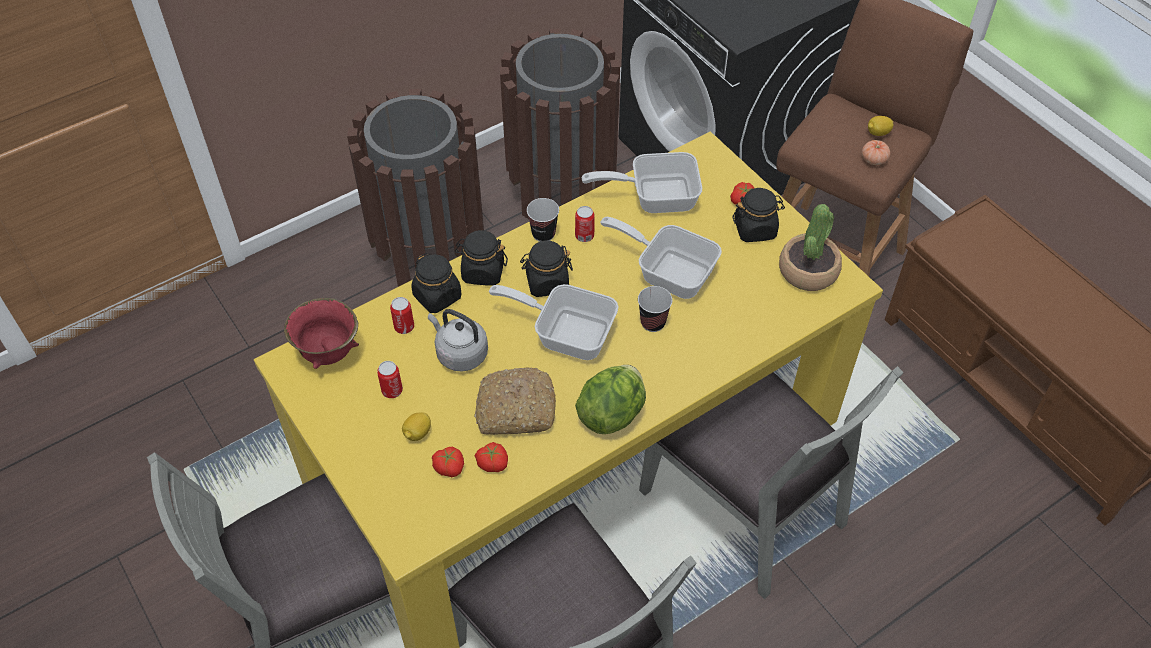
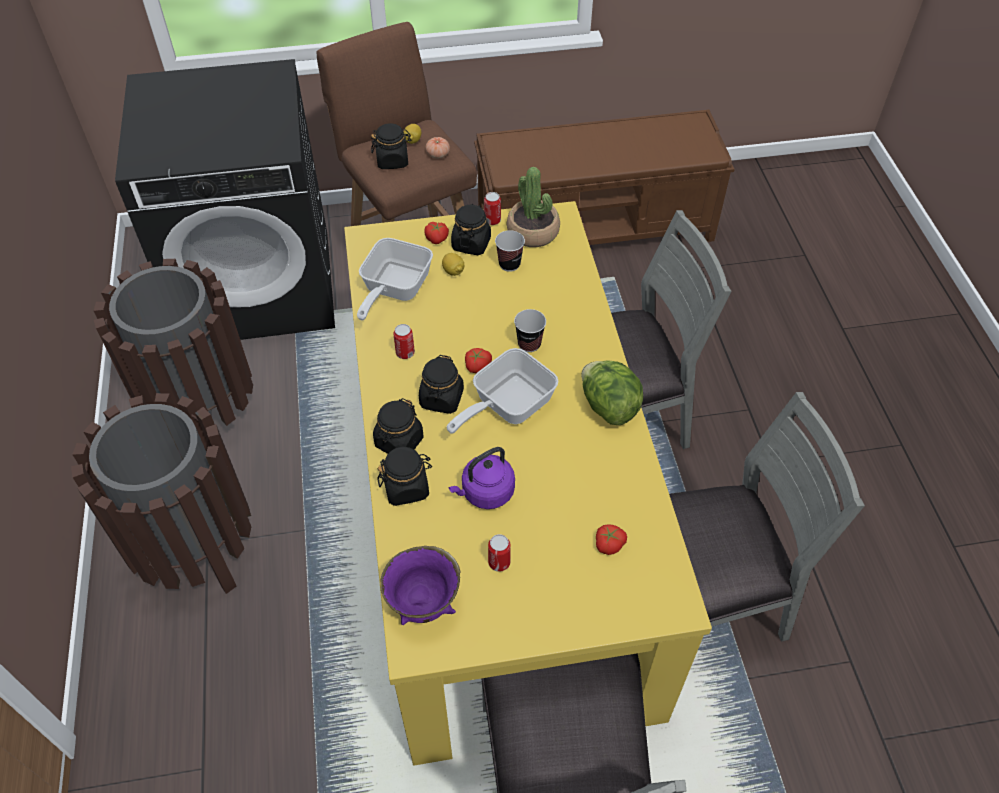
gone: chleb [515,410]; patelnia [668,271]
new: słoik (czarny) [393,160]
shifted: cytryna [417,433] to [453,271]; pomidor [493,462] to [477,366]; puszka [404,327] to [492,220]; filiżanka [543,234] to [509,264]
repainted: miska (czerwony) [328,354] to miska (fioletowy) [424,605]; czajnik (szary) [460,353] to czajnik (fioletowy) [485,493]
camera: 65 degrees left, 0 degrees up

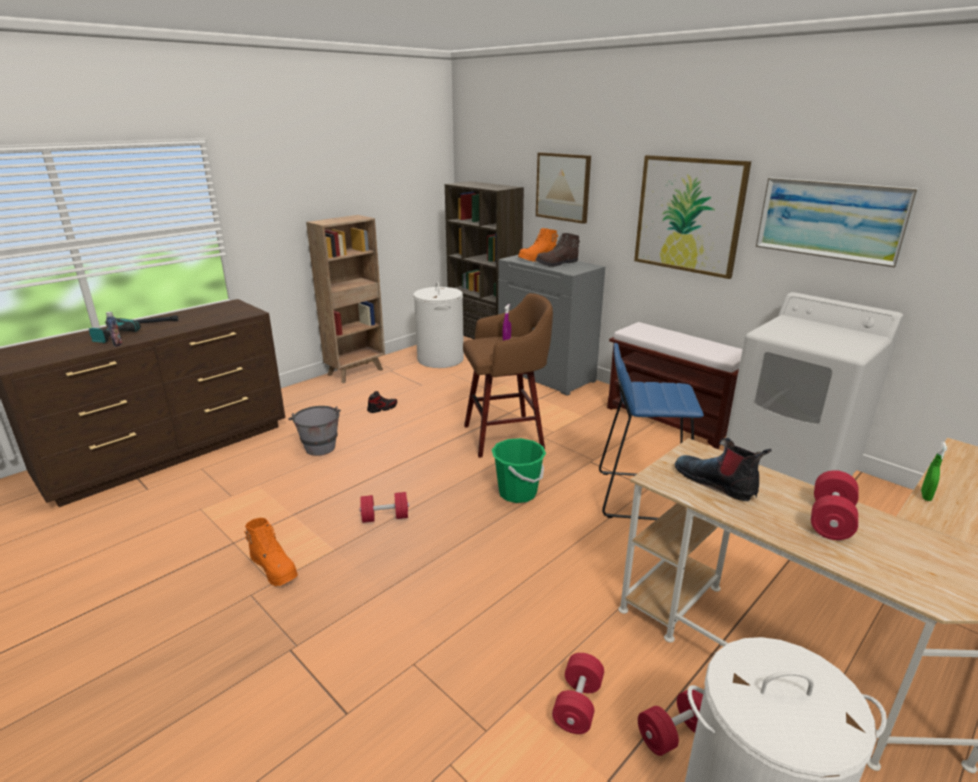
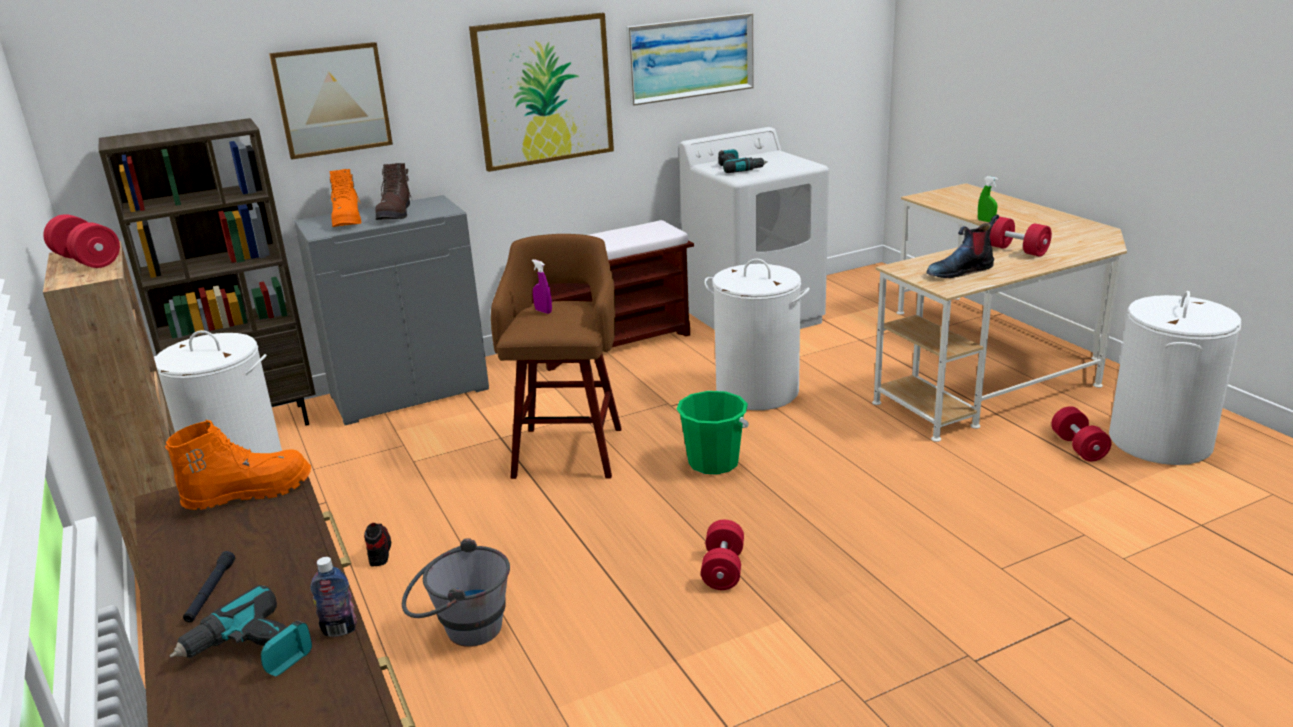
new: wiertarka [739,168]
shifted: hantel (czerwony) [577,705] to [87,260]; but z cholewką (pomarańczowy) [274,569] to [249,492]
swapped: stołek (niebieski) [641,496] to kosz na pranie (biały) [756,392]
camera: 70 degrees left, 0 degrees up

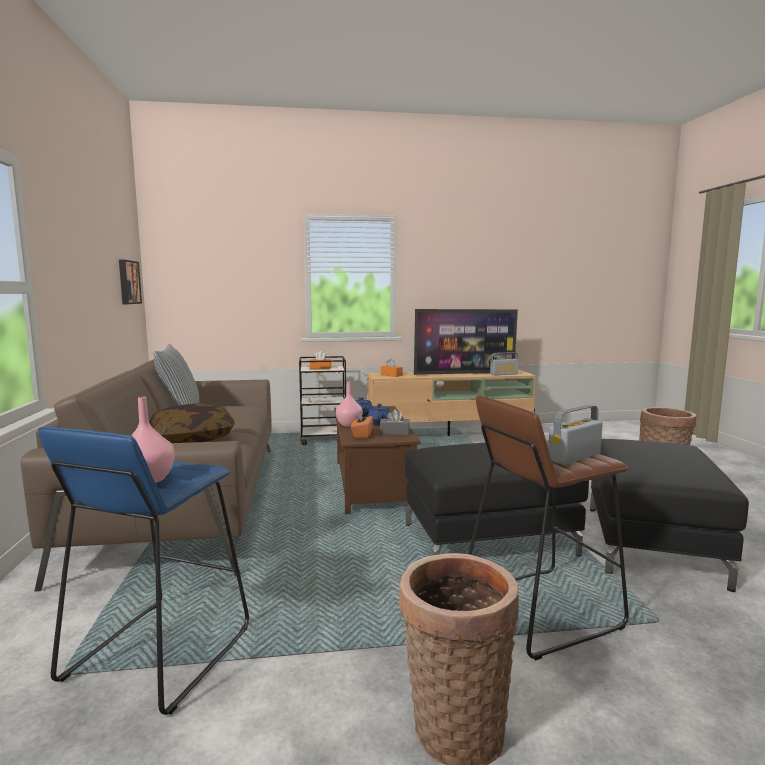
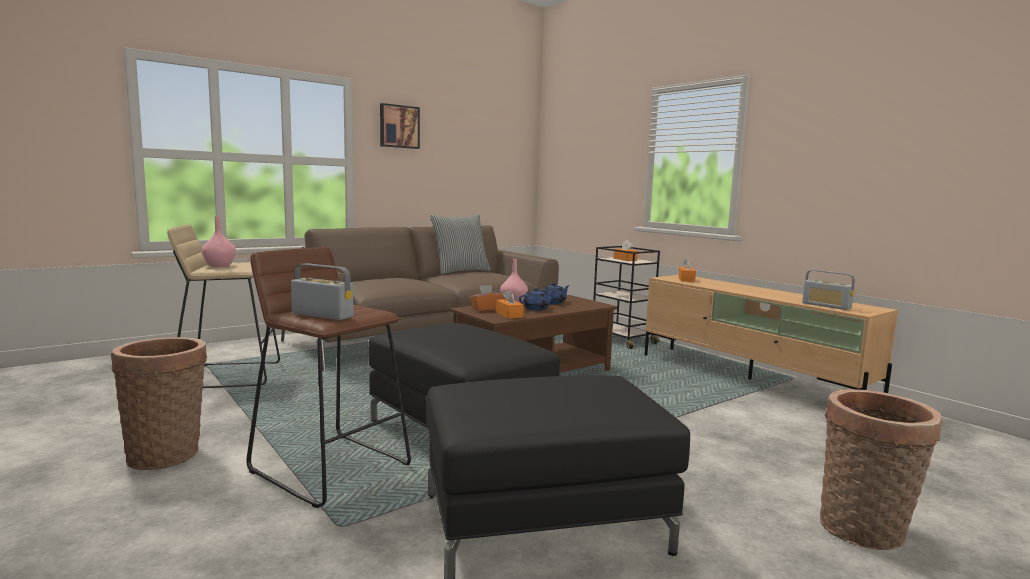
gone: poduszka [192,438]; telewizor [464,373]
shifted: obraz [128,282] to [399,126]
repainted: stołek (niebieski) [157,654] to stołek (beżowy) [228,375]; pudełko chusteczek (szary) [394,432] to pudełko chusteczek (pomarańczowy) [509,315]
camera: 60 degrees right, 0 degrees up

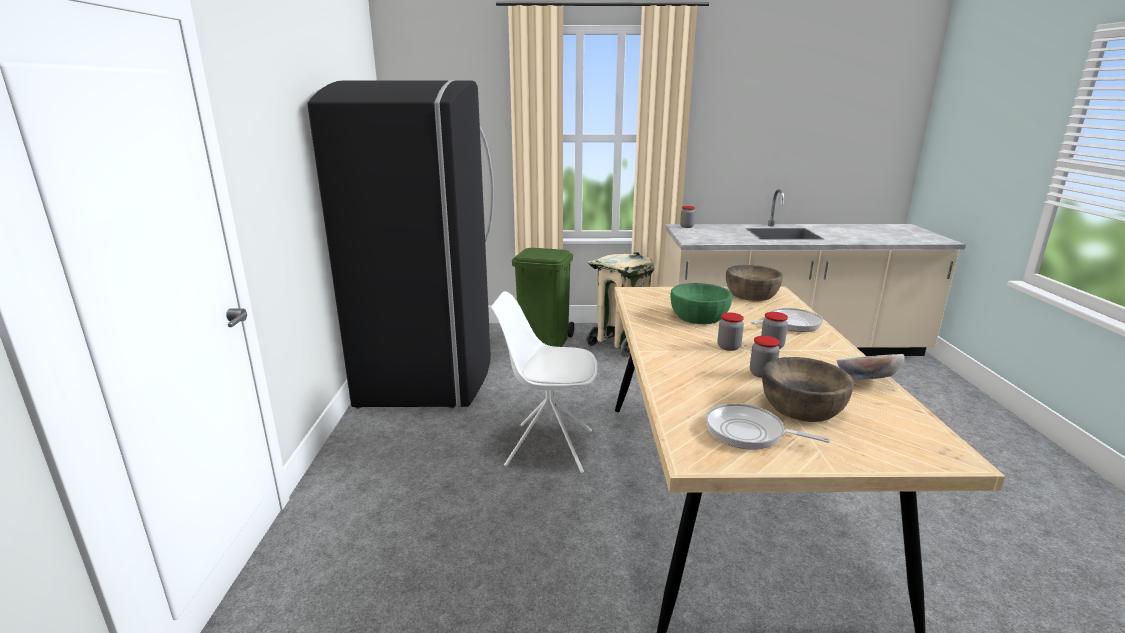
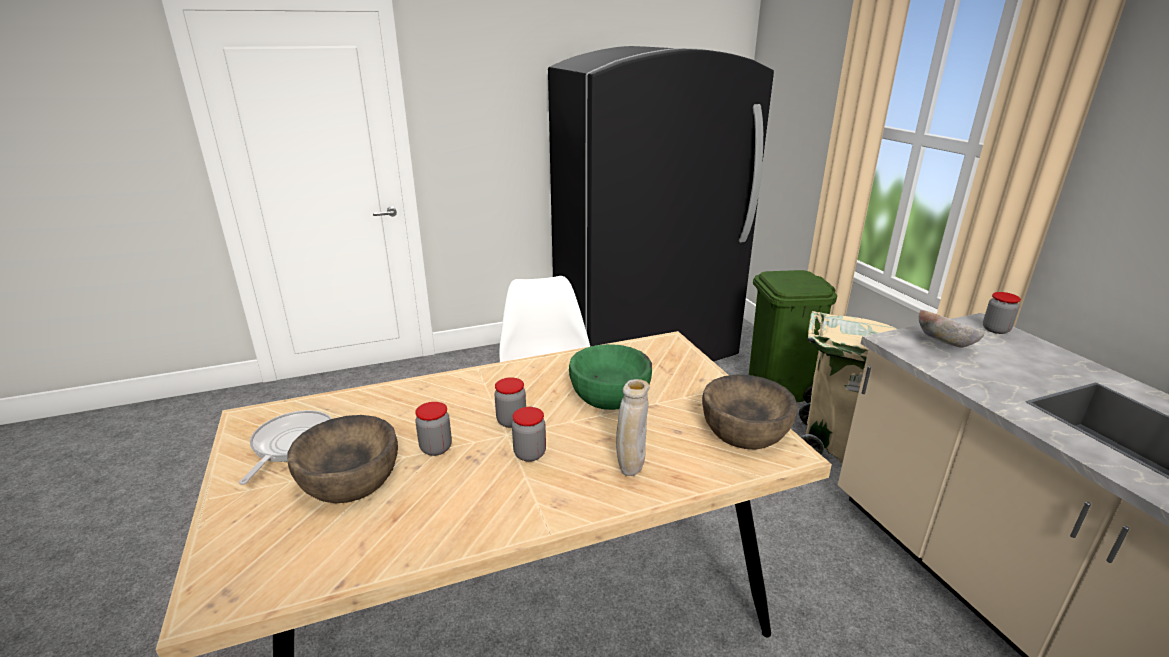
shifted: miska [865,380] to [943,344]
swapped: patelnia [791,324] to wazon (beżowy) [630,469]
camera: 70 degrees right, 5 degrees up

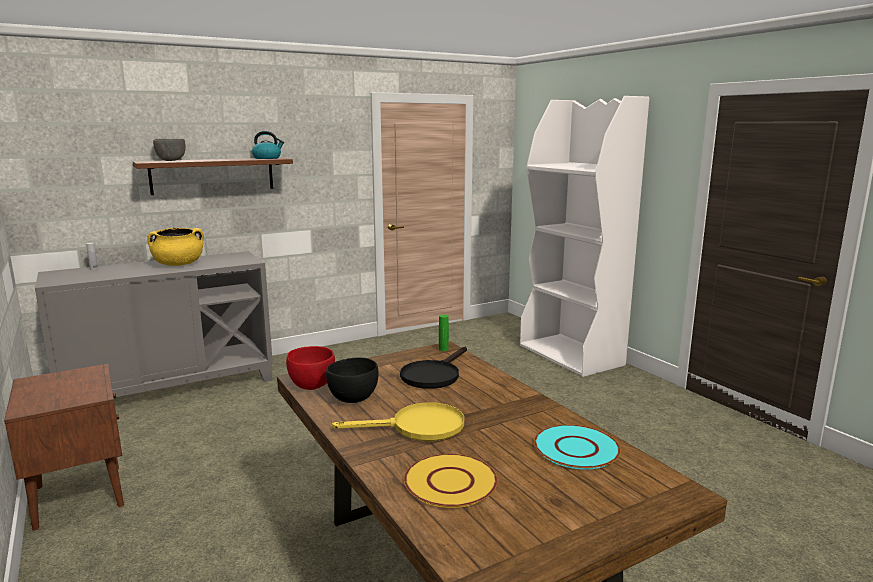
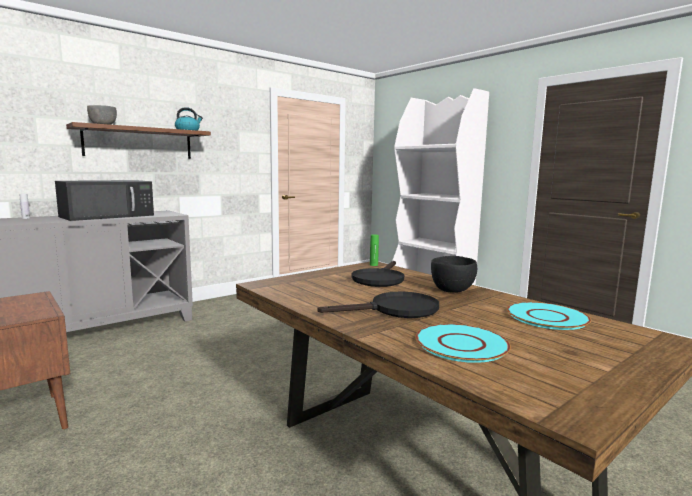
gone: miska (czerwony) [312,385]
shifted: miska (czarny) [354,399] to [452,290]
swapped: garnek (żółty) [178,264] to mikrofalówka (czarny) [109,216]
repainted: patelnia (żółty) [418,427] to patelnia (czarny) [395,310]; talerz (żółty) [450,482] to talerz (turkusowy) [460,344]
camera: 10 degrees left, 5 degrees down

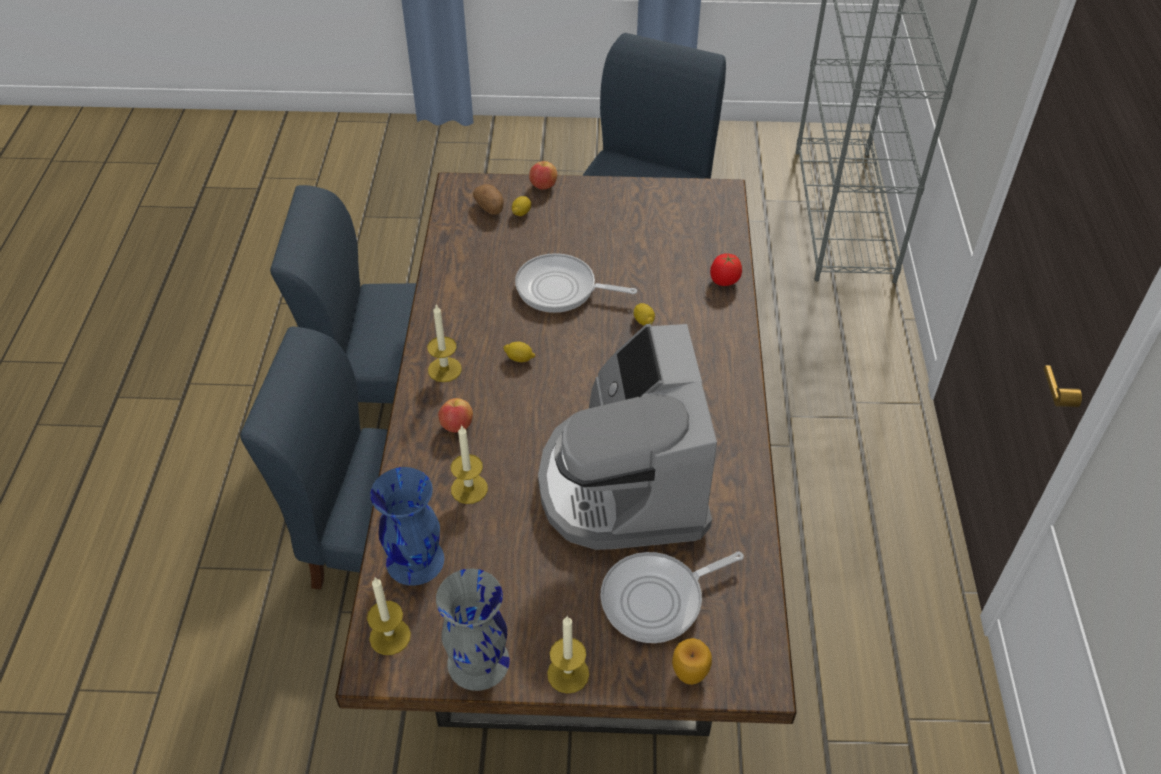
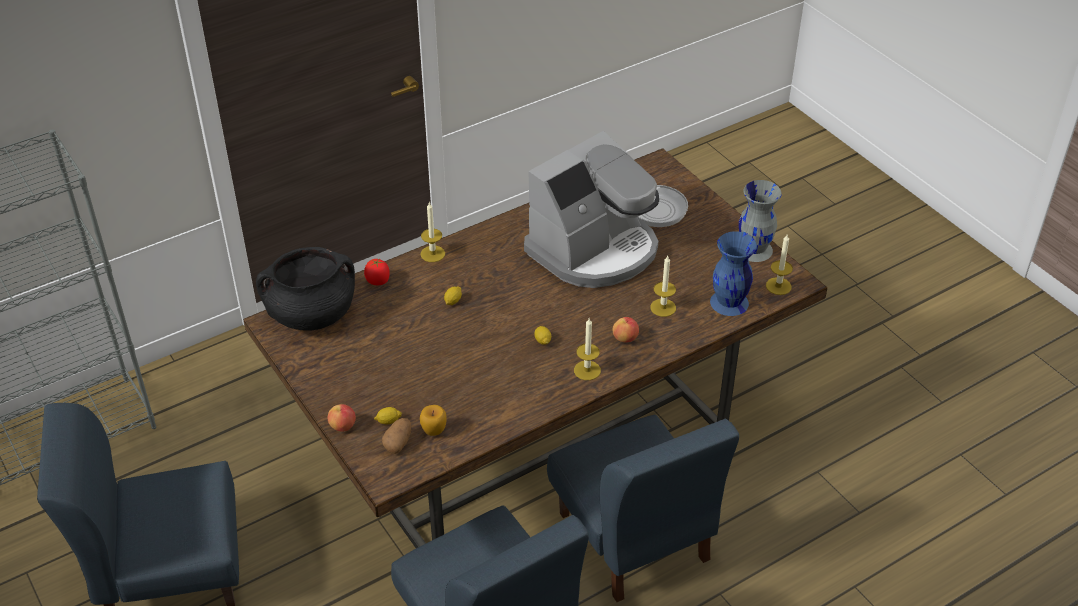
gone: patelnia [561,289]
new: garnek (czarny) [312,314]
shifted: jabłko [689,674] to [434,431]; świeca [568,674] to [432,254]
camera: 125 degrees left, 5 degrees down

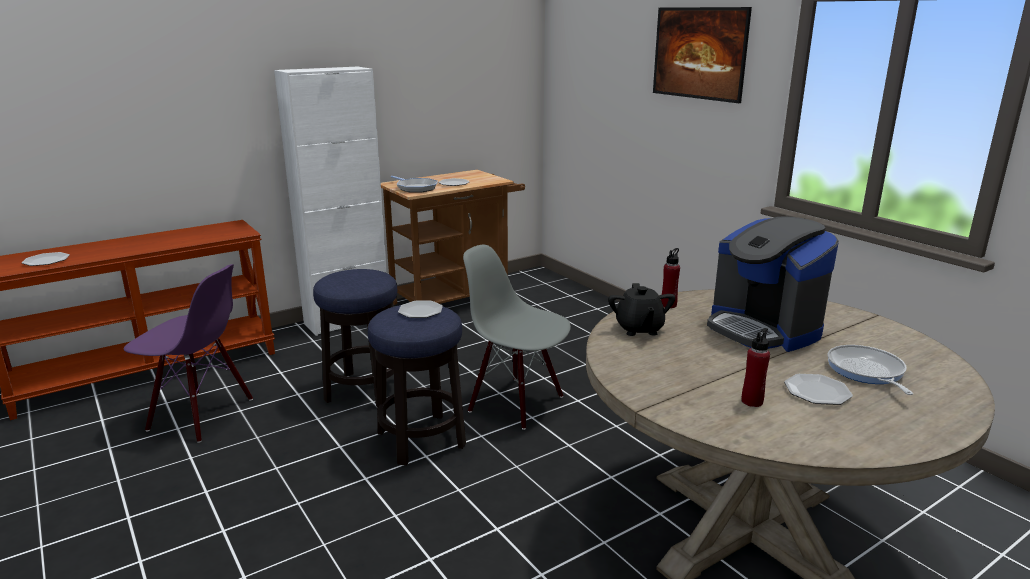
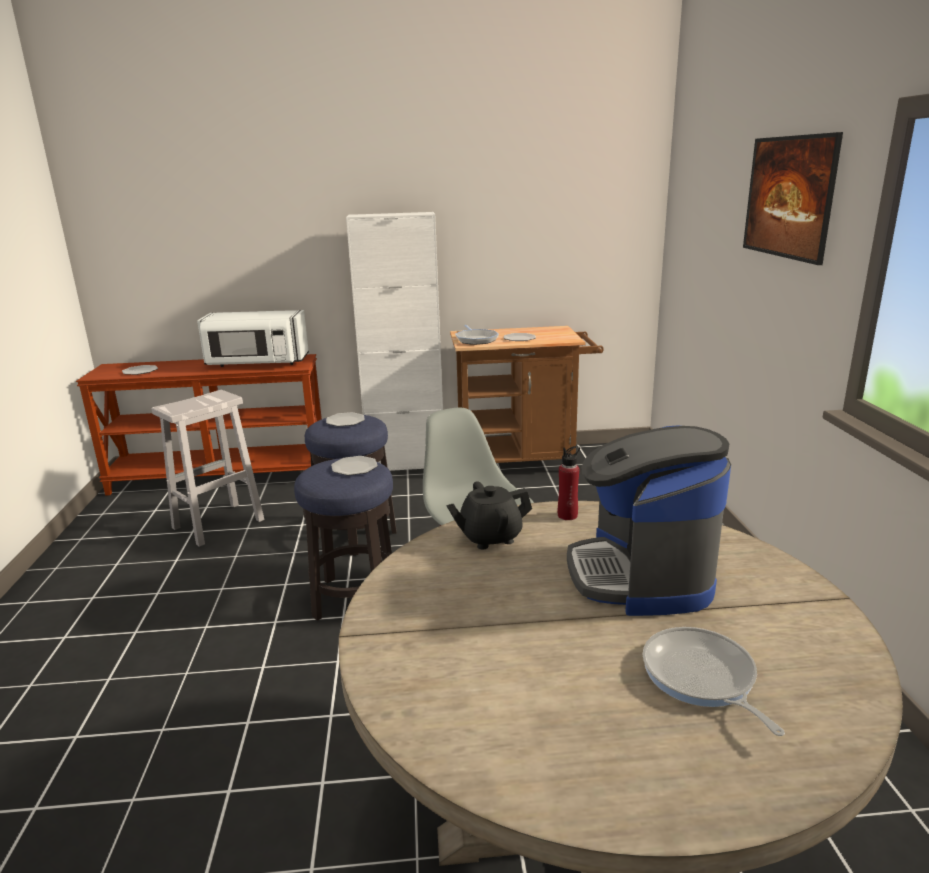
gone: butelka (czerwony) [752,401]
new: mikrofalówka (biały) [256,363]
shifted: talerz [818,391] to [345,421]
swapped: krzesło (fioletowy) [200,415] to stołek (biały) [217,524]
rotated: imbryk (czarny) [639,329] = [490,537] 45 degrees clockwise; patelnia [866,371] = [701,678] 45 degrees counterclockwise
camera: 30 degrees right, 0 degrees up

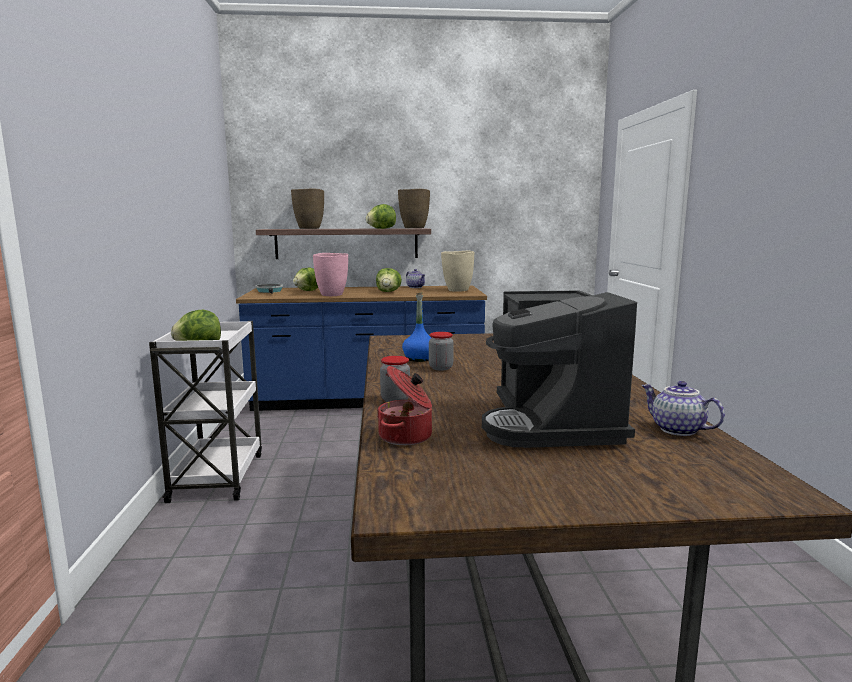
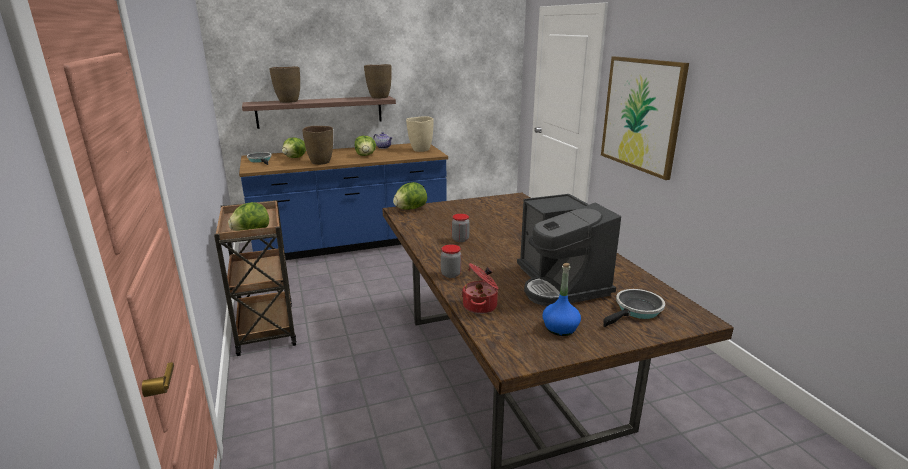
gone: imbryk [676,430]
new: obraz [641,114]; patelnia [636,311]
shifted: sałata [381,228] to [410,209]; butelka (niebieski) [419,358] to [560,328]
repainted: wózek (biały) [218,476] to wózek (brązowy) [266,327]; wazon (różowy) [332,295] to wazon (brązowy) [321,162]
camera: 15 degrees left, 10 degrees up

